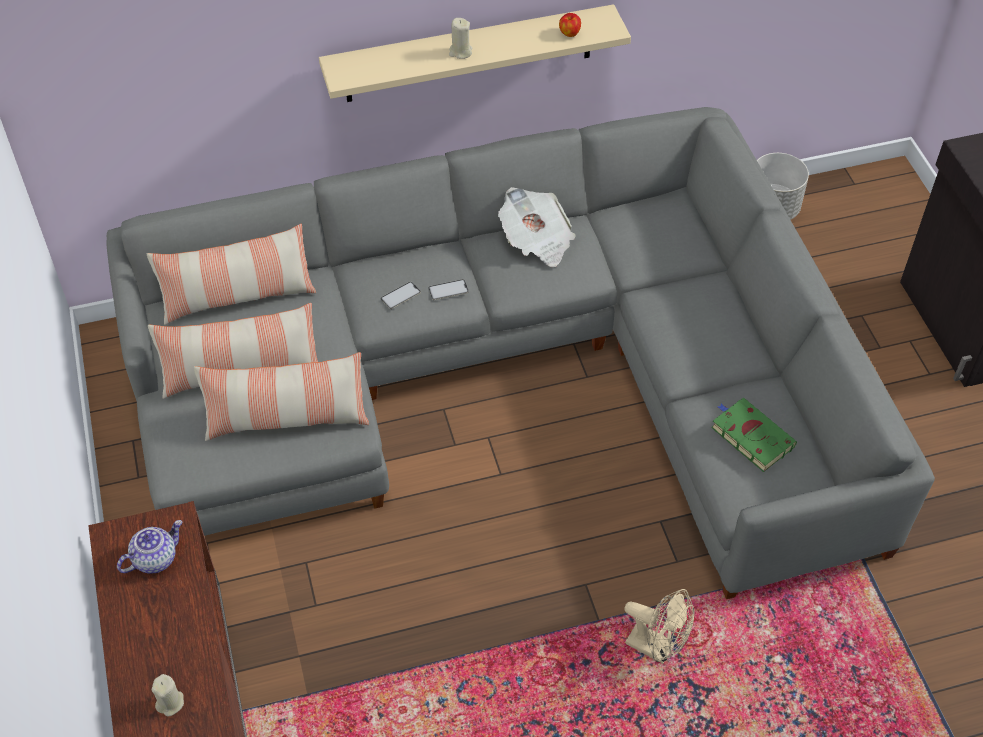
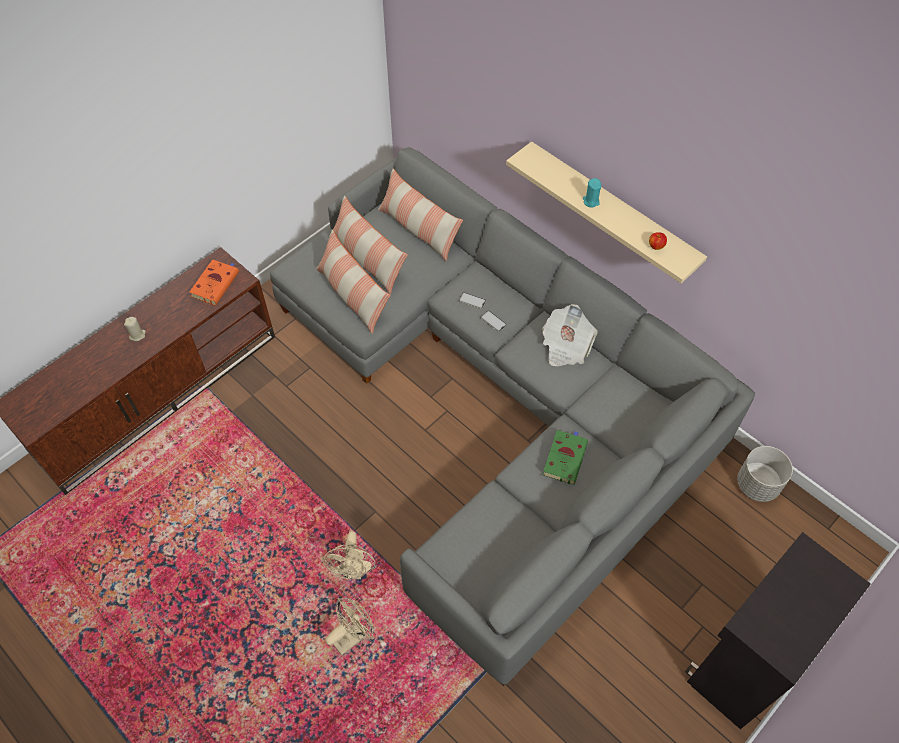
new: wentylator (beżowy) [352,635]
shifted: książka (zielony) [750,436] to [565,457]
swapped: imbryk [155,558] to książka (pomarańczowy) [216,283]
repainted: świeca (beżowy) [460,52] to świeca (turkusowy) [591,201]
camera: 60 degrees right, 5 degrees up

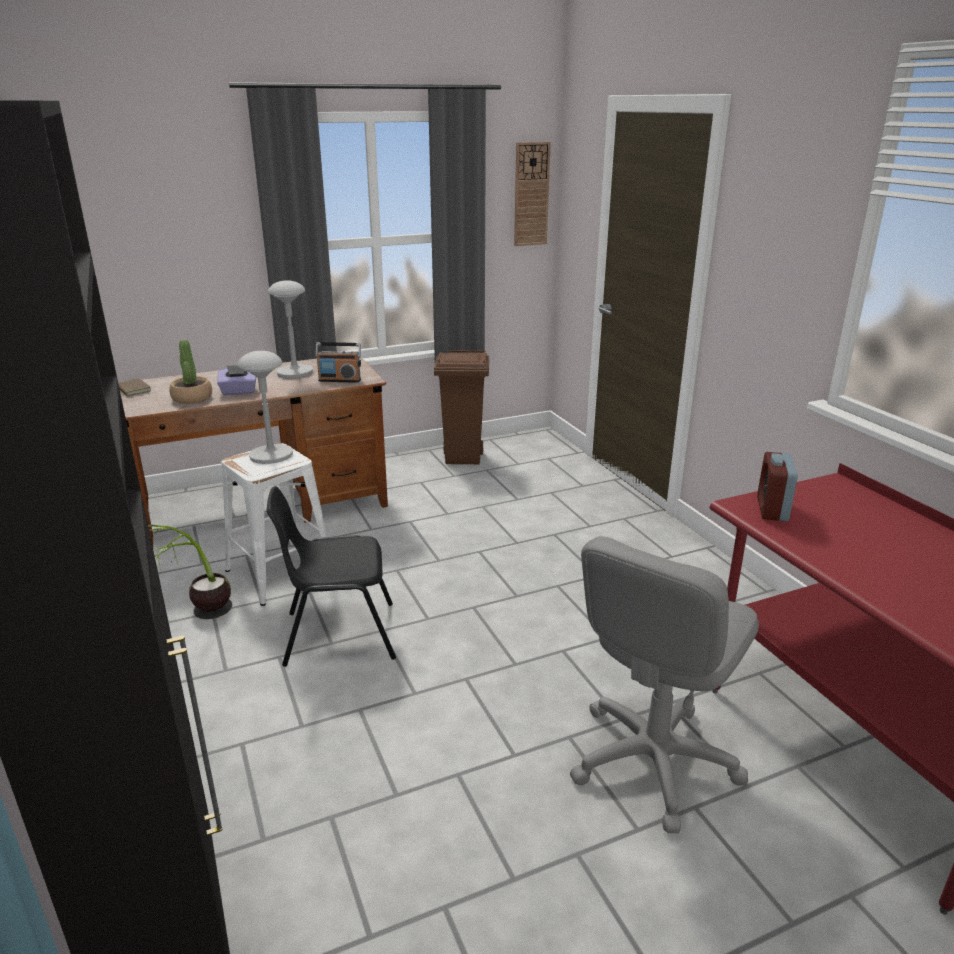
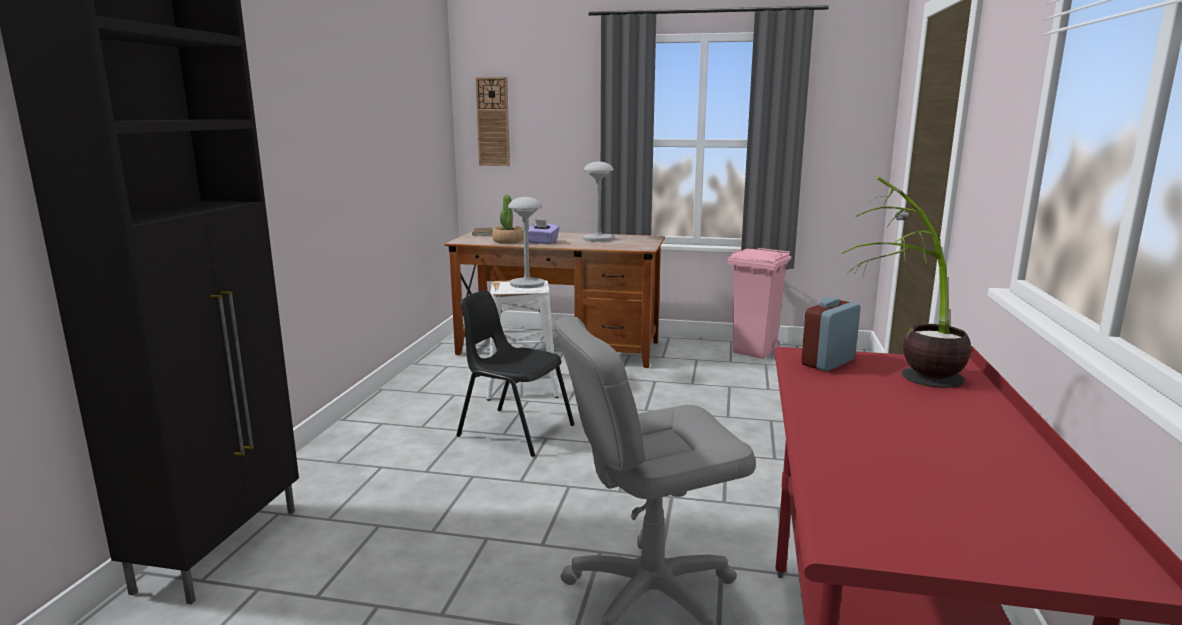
gone: radio [340,380]
shifted: zegar ścienny [531,194] to [493,122]; roślina doniczkowa [195,620] to [906,383]
repainted: kosz na śmieci (brązowy) [463,458] to kosz na śmieci (różowy) [755,352]
camera: 35 degrees right, 10 degrees down

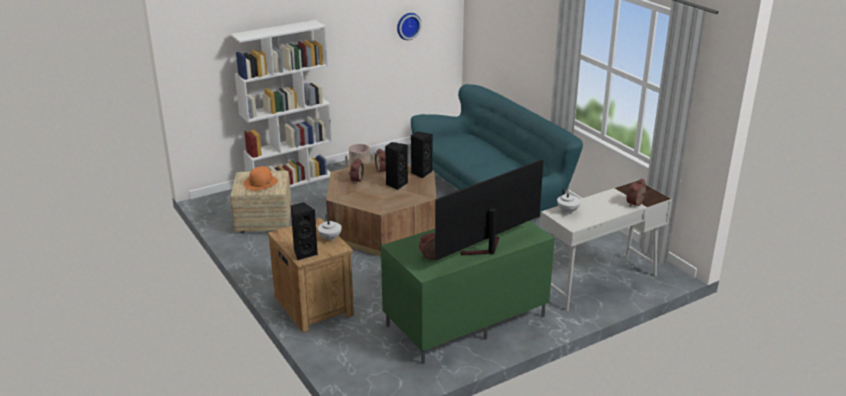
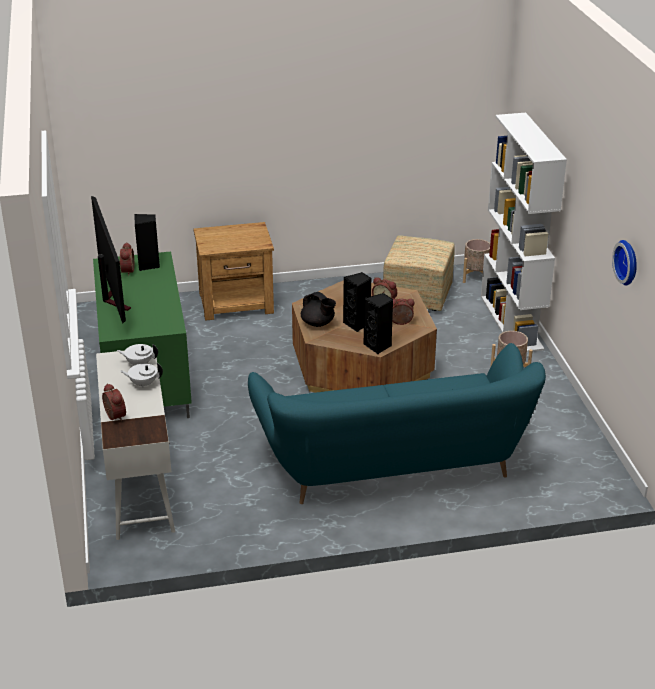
gone: kapelusz (pomarańczowy) [261,182]
new: imbryk (czarny) [318,323]; donica (beżowy) [476,277]
shifted: imbryk (biały) [330,238] to [143,383]; głośnik (czarny) [304,253] to [149,265]
camera: 110 degrees right, 5 degrees up

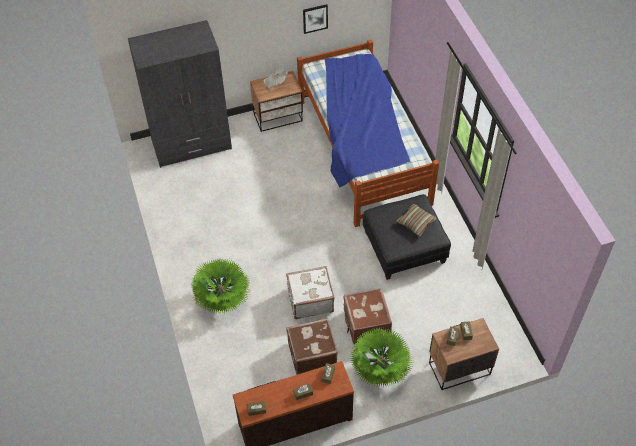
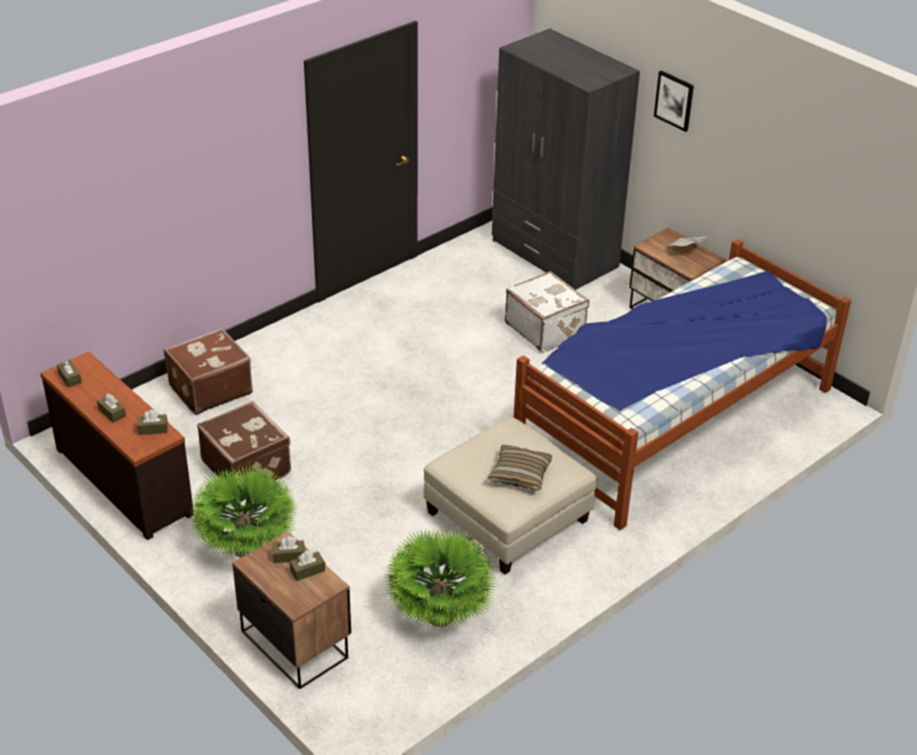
shifted: walizka (brązowy) [366,325] to [209,389]; roślina doniczkowa [223,301] to [440,616]; walizka (biały) [310,300] to [545,329]; obraz [315,18] to [674,100]
repainted: pufa (czarny) [404,246] to pufa (beżowy) [508,517]
camera: 65 degrees right, 15 degrees down

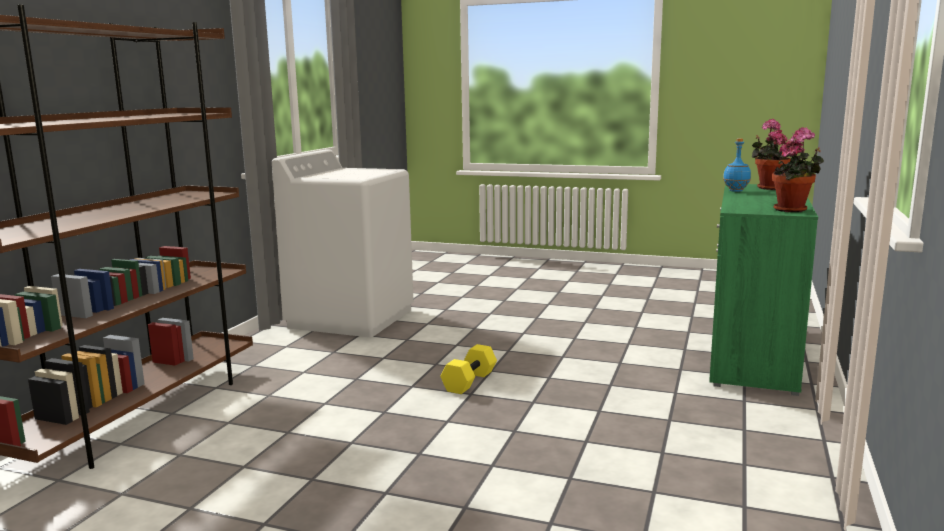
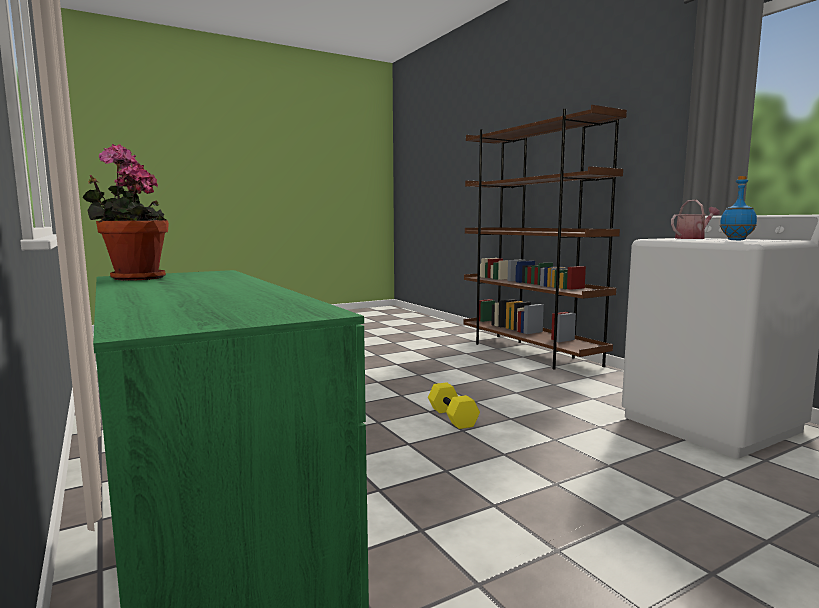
gone: roślina doniczkowa [768,188]
new: konewka [692,238]
shifted: butelka (niebieski) [735,191] to [736,240]
camera: 130 degrees right, 5 degrees down

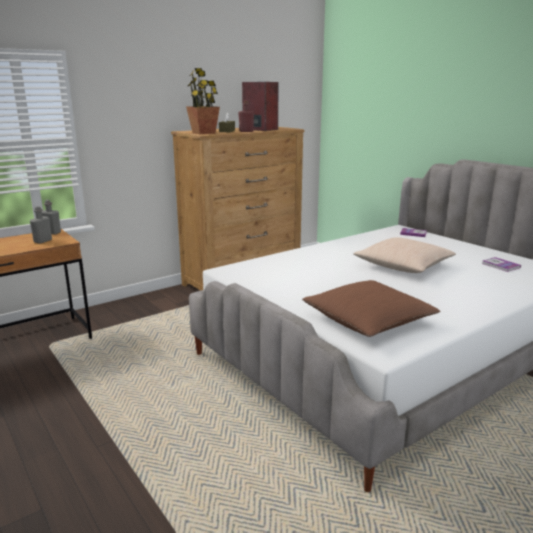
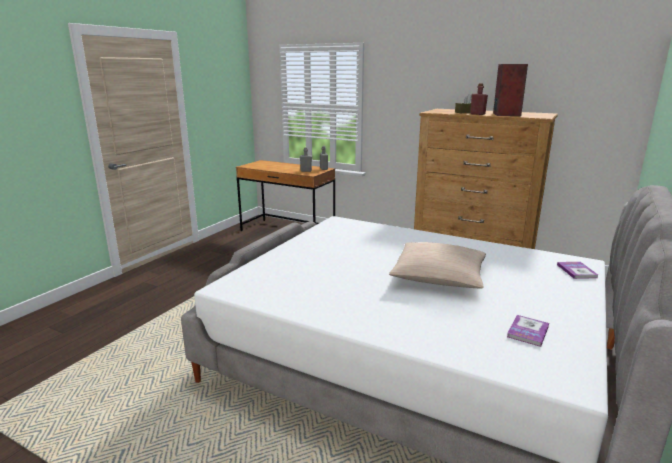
gone: roślina doniczkowa [204,133]; poduszka (brązowy) [368,320]
camera: 65 degrees right, 0 degrees up

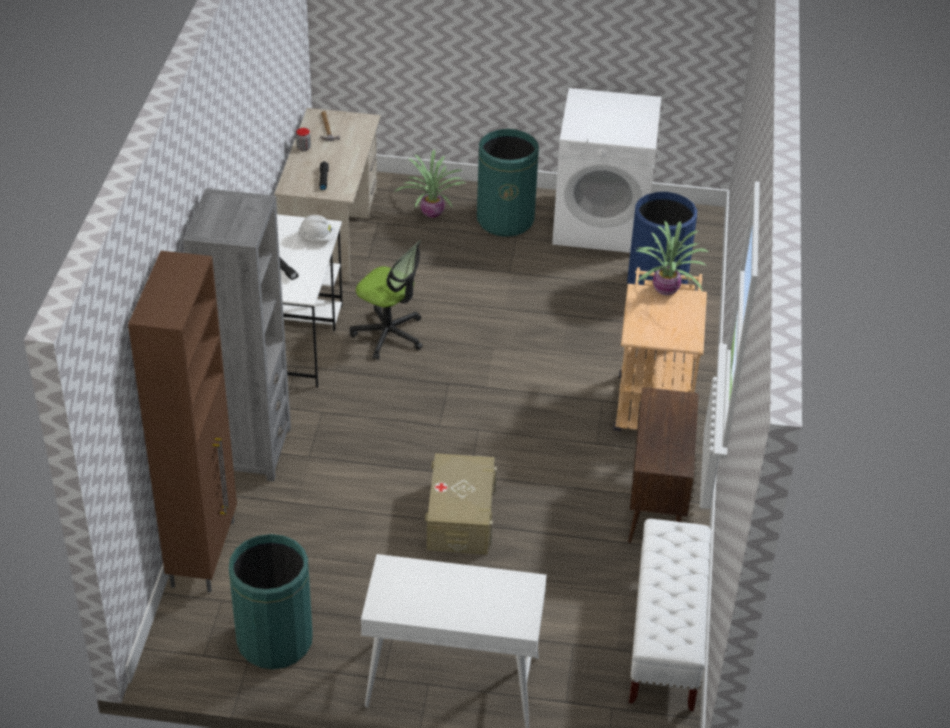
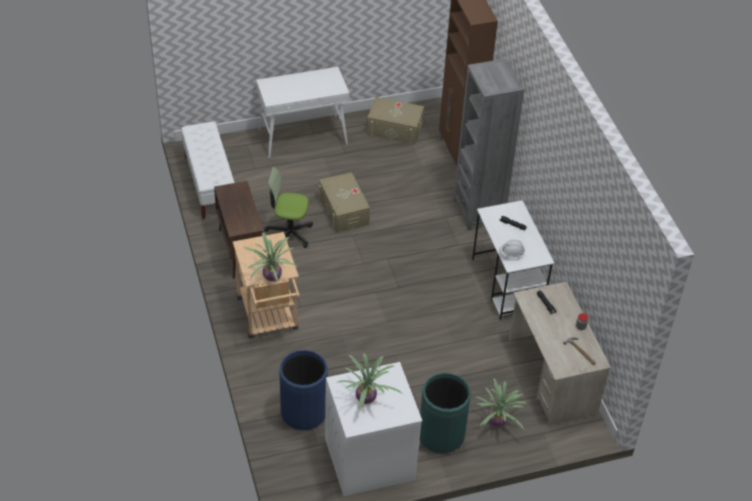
new: roślina doniczkowa [366,399]
shifted: krzesło biurowe [389,335] to [289,233]
swapped: kosz na śmieci (zielony) [274,641] to pojemnik do przechowywania (beżowy) [395,129]
camera: 155 degrees right, 5 degrees up

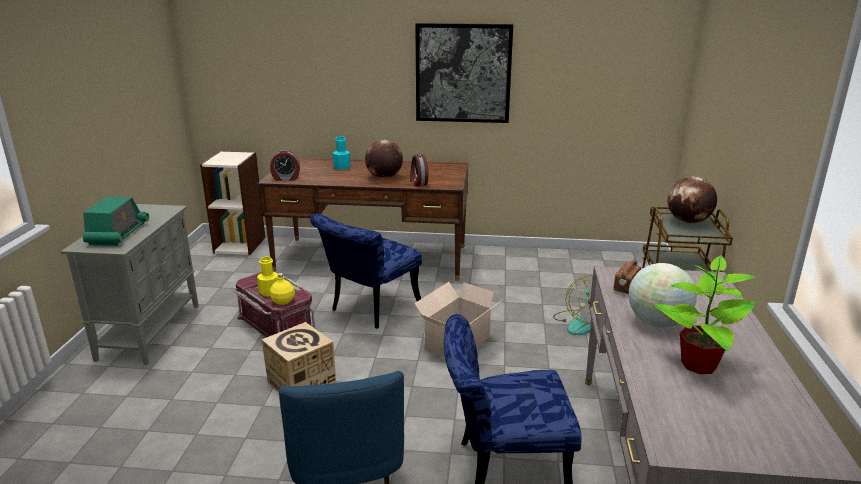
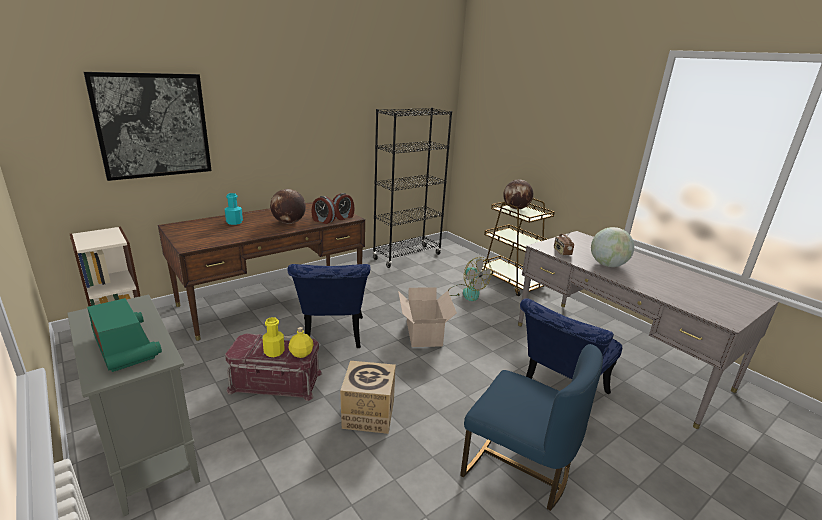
gone: roślina doniczkowa [697,365]
new: regał (czarny) [407,256]
shifted: obraz [463,73] to [153,126]; budzik [286,178] to [343,217]
camera: 45 degrees left, 0 degrees up

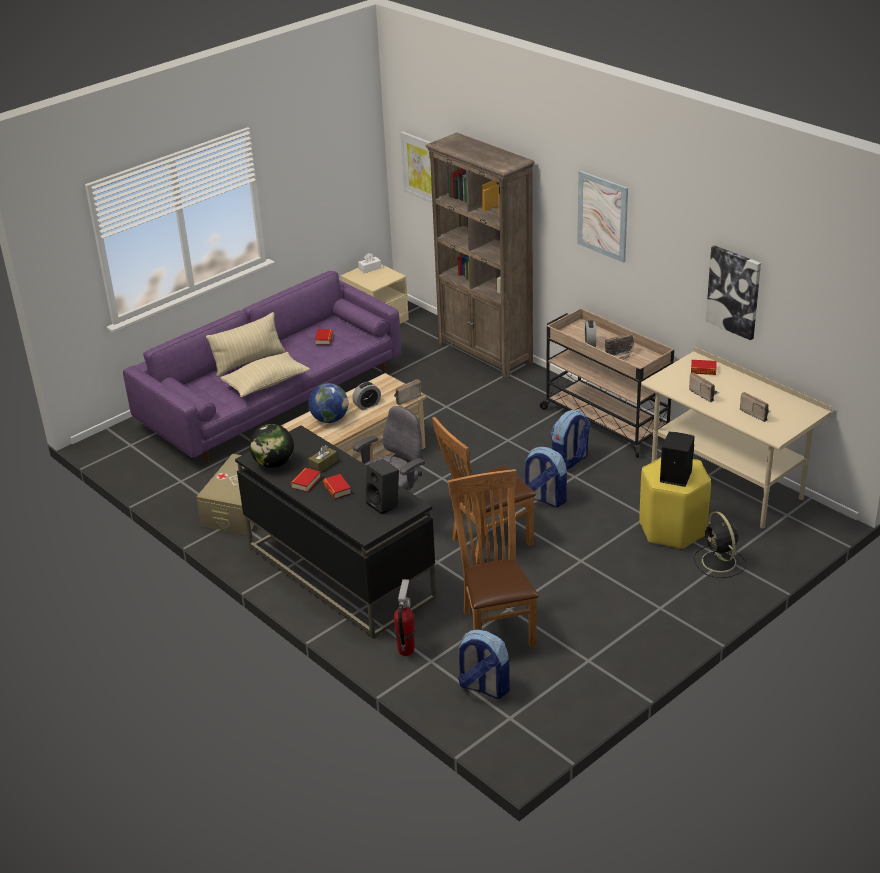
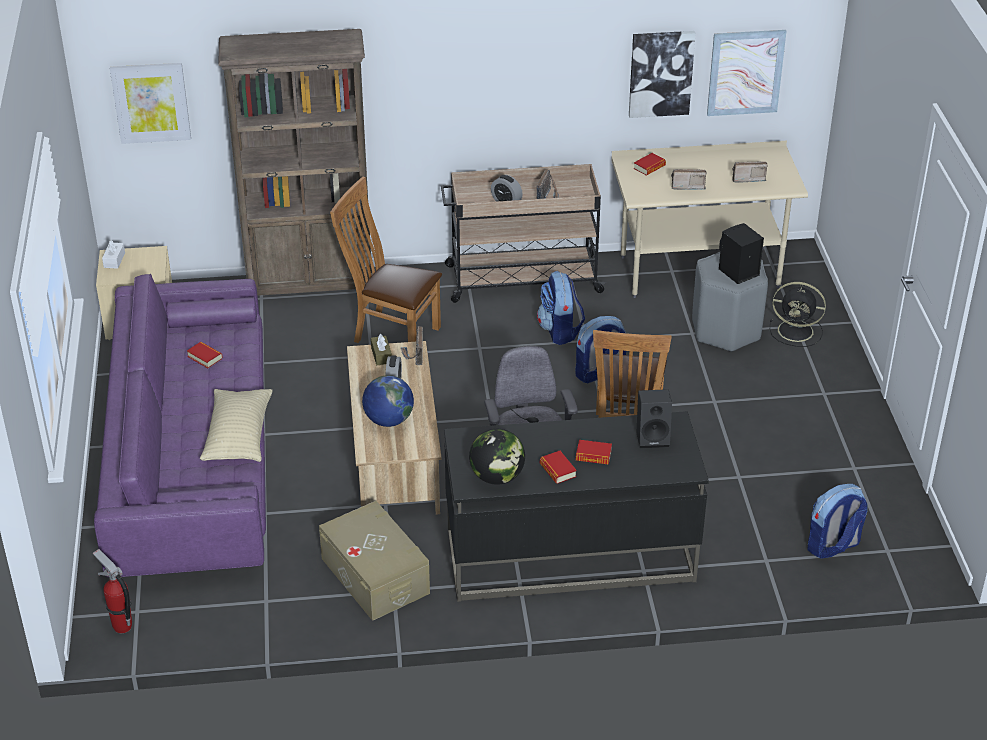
gone: poduszka (beżowy) [248,362]
shifted: gaśnica [406,650] to [122,626]; krzesło (brązowy) [496,626] to [391,334]; pudełko chusteczek (brązowy) [323,464] to [381,355]; obraz [602,216] to [745,72]
repainted: stołek (żółty) [672,529] to stołek (szary) [725,330]
camera: 55 degrees left, 5 degrees up

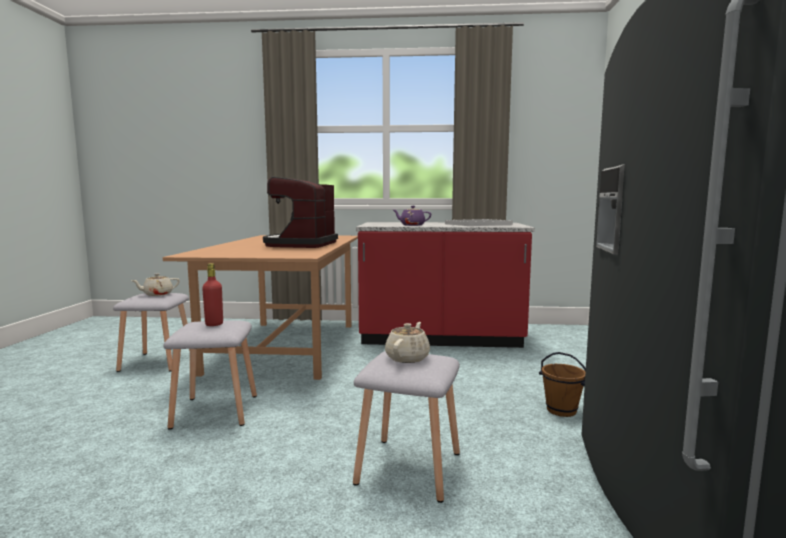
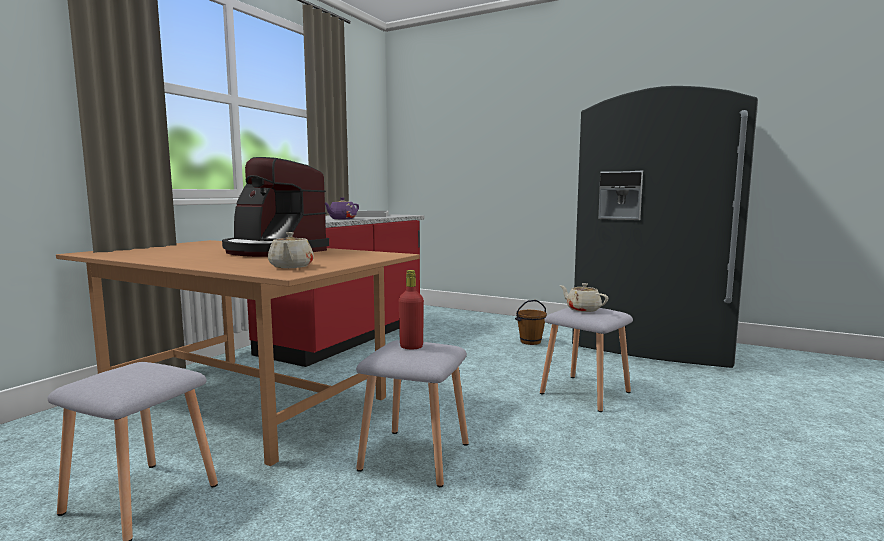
shifted: imbryk (beżowy) [157,294] to [291,267]
camera: 65 degrees left, 0 degrees up

